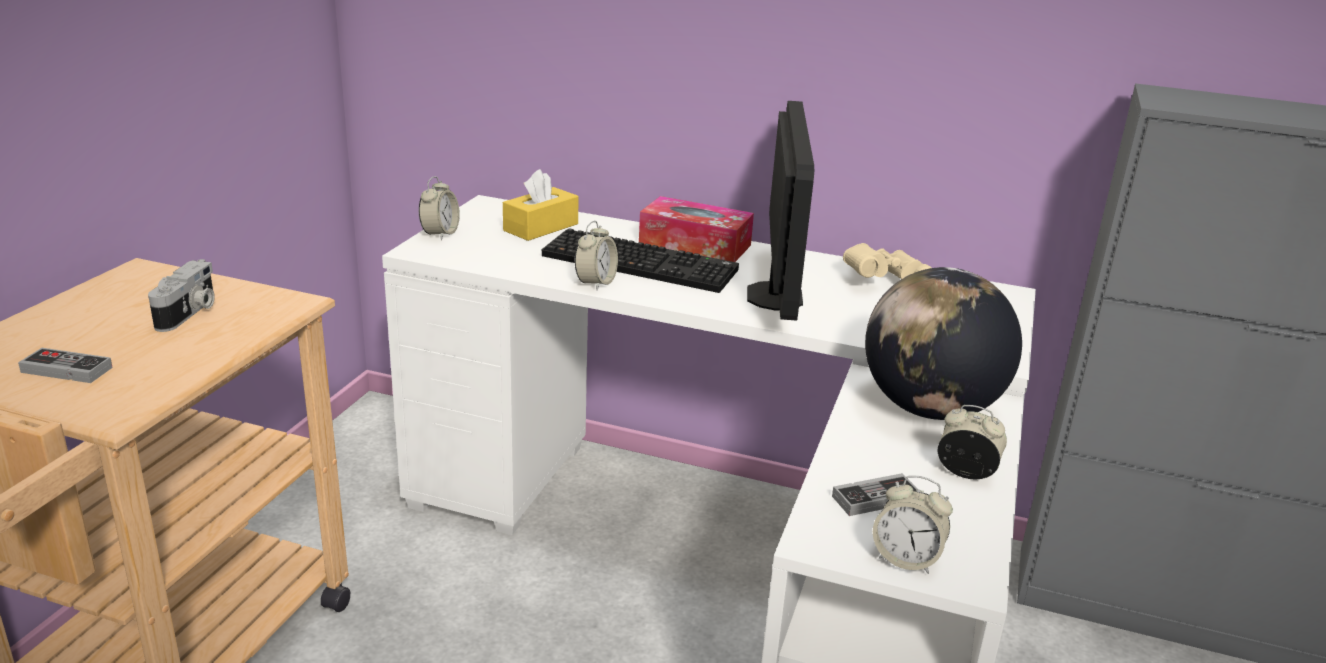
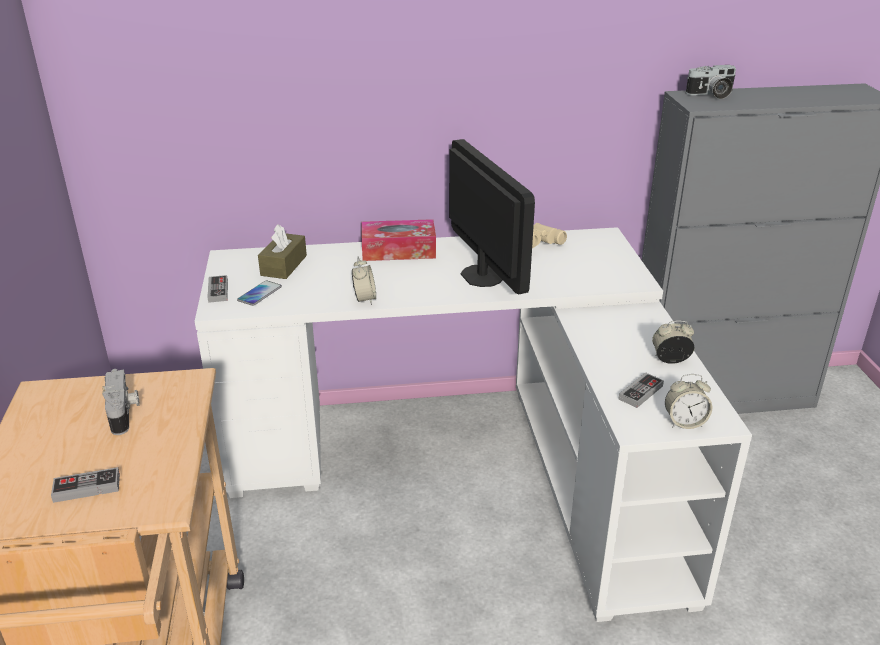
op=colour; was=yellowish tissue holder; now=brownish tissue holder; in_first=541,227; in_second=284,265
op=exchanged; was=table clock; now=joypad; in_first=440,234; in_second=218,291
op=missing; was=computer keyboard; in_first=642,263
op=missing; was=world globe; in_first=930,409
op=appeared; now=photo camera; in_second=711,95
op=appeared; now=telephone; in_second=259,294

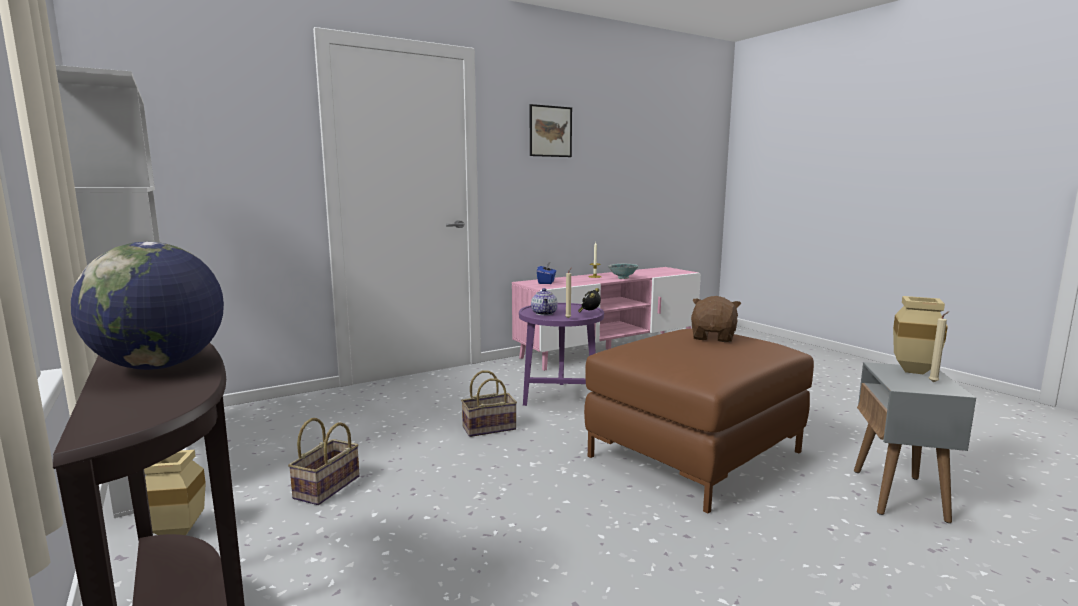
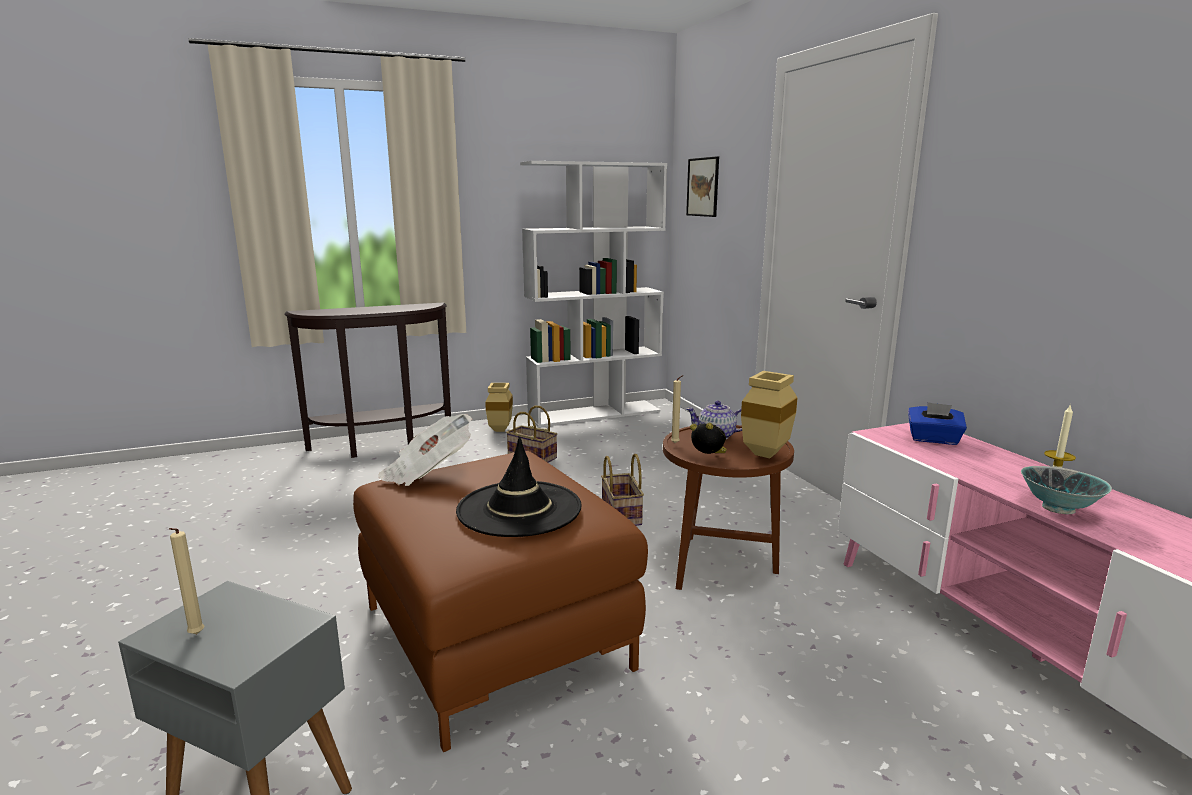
op=relocated; was=wall picture; in_first=550,131; in_second=703,187
op=missing; was=world globe; in_first=160,366
op=exchanged; was=brownish soft toy; now=black-coloured hat; in_first=714,337; in_second=519,509
op=relocated; was=beige-coloured flower vase; in_first=910,371; in_second=765,453
op=colour; was=purple-coloured accent table; now=brownish accent table; in_first=560,396; in_second=720,565
op=appeared; now=printed paper; in_second=427,473

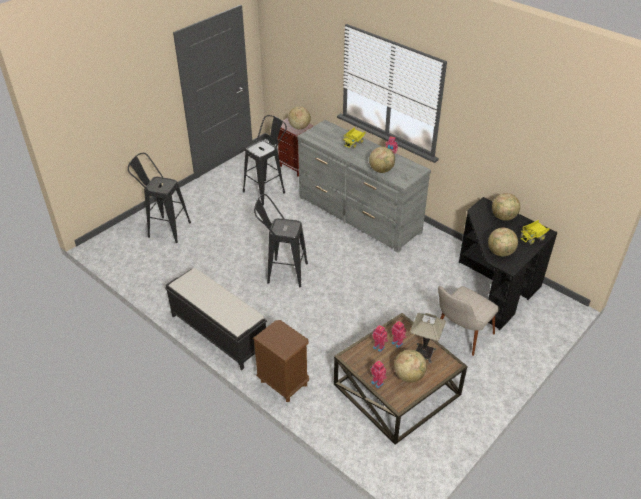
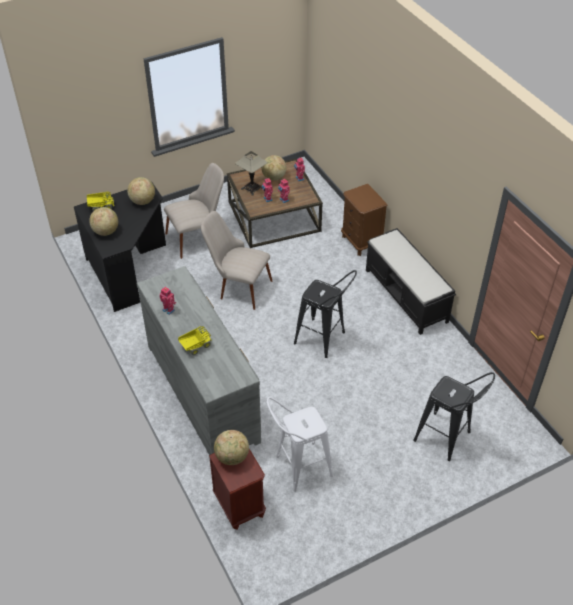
op=colour; was=black-coloured stool; now=white stool; in_first=267,190; in_second=298,468
op=missing; was=world globe; in_first=381,170
op=appeared; now=beige-coloured chair; in_second=238,287

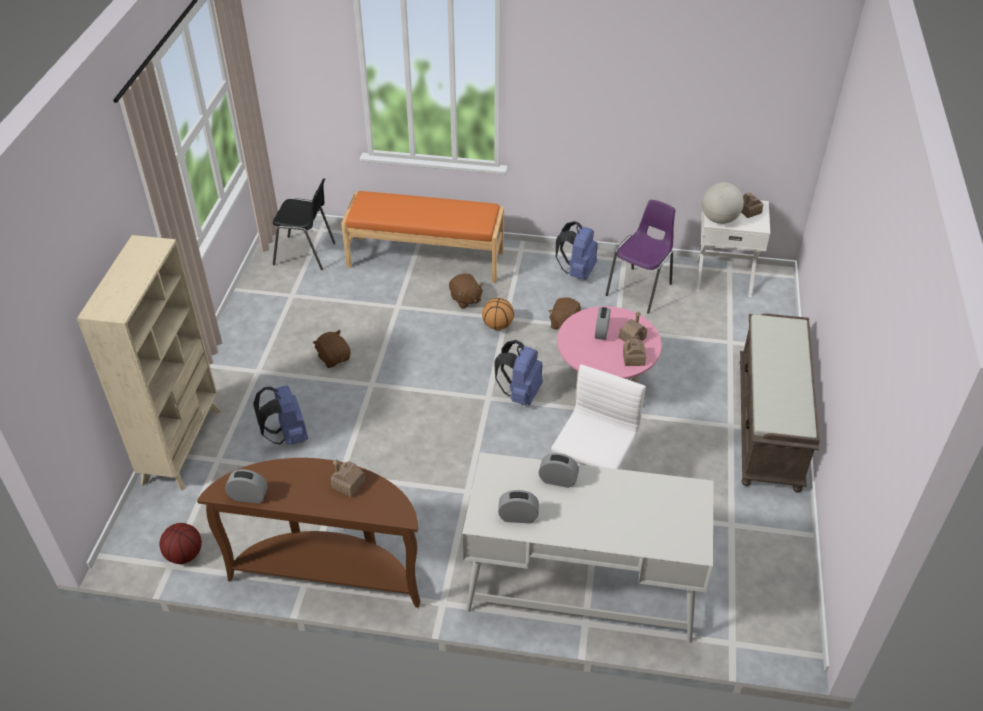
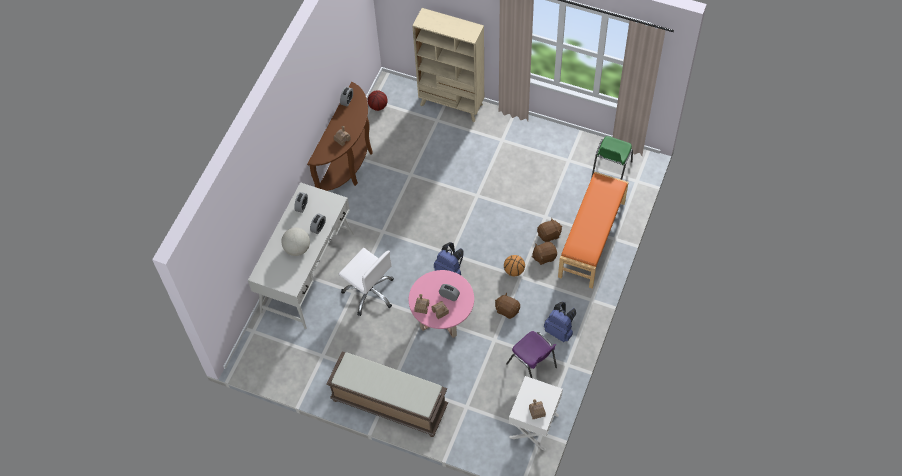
op=colour; was=black-coloured chair; now=green-coloured chair; in_first=306,254; in_second=610,170
op=relocated; was=world globe; in_first=719,219; in_second=297,248
op=relocated; was=brownish soft toy; in_first=334,358; in_second=549,235
op=missing; was=blue knapsack; in_first=287,435

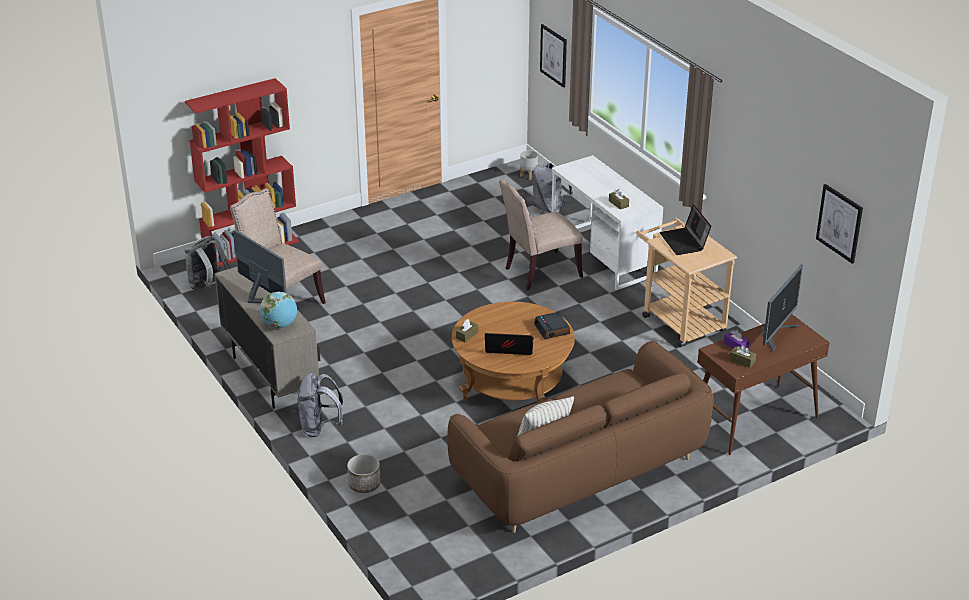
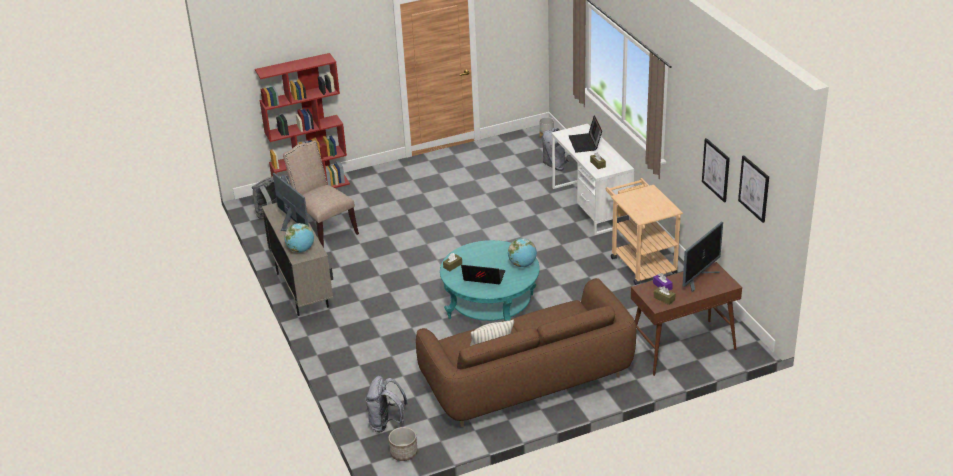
op=relocated; was=wall picture; in_first=554,55; in_second=716,170
op=missing; was=beige-coloured chair; in_first=539,272
op=relocated; was=laptop; in_first=684,242; in_second=585,143
op=colour; was=brownish coffee table; now=blue-green coffee table; in_first=512,383; in_second=491,306
op=exchanged; was=table clock; now=world globe; in_first=552,329; in_second=522,264
op=relocated; was=gray knapsack; in_first=320,428; in_second=386,423
op=relocated; was=flower pot; in_first=364,484; in_second=404,453

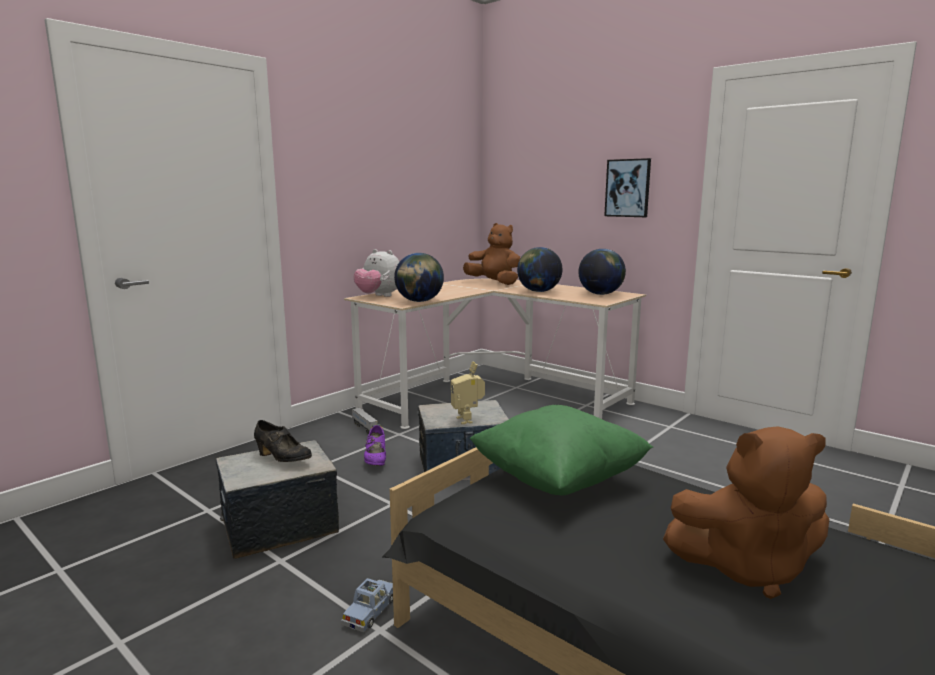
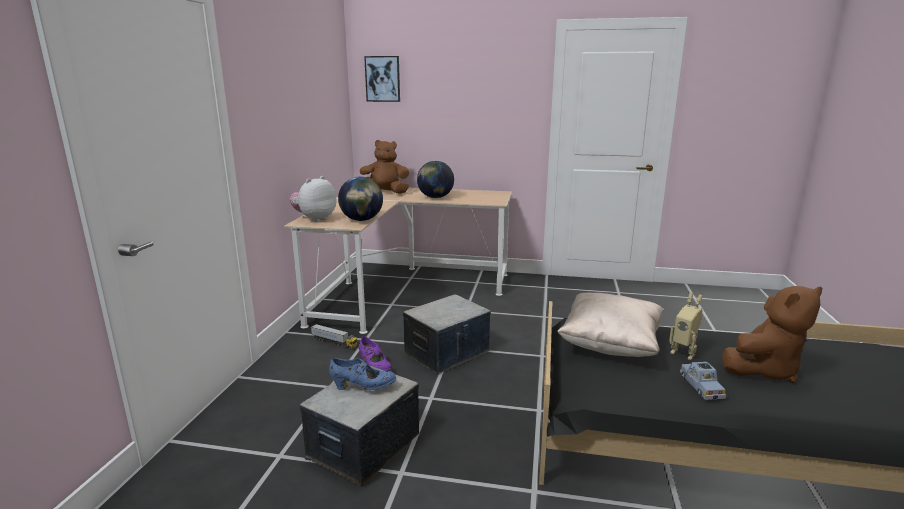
op=relocated; was=wall picture; in_first=628,188; in_second=383,79
op=spun; was=soft toy; in_first=379,296; in_second=314,219; clockwise=120
op=missing; was=world globe; in_first=600,294
op=relocated; was=model robot; in_first=468,420; in_second=684,352
op=colour; was=green-coloured throw pillow; now=beige-coloured throw pillow; in_first=558,479; in_second=610,345
op=colour; was=black-coloured item of footwear; now=blue item of footwear; in_first=282,459; in_second=363,387
op=relocated; was=blue model car; in_first=370,611; in_second=700,386

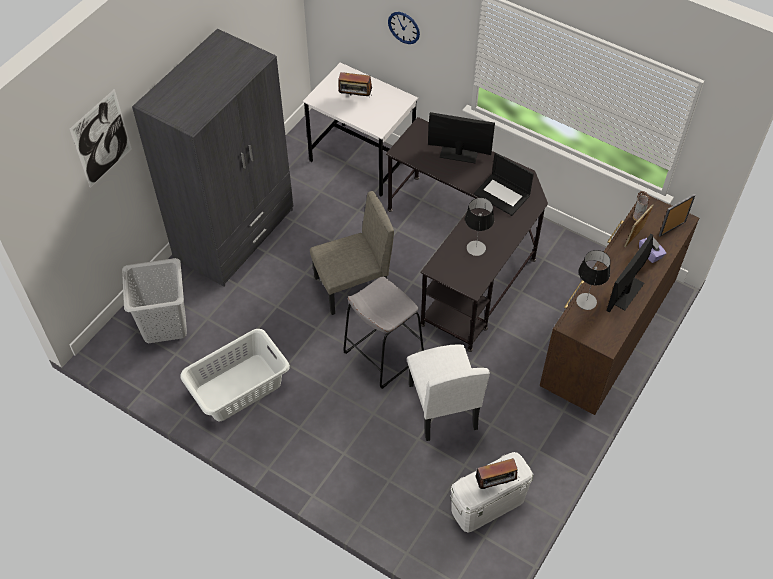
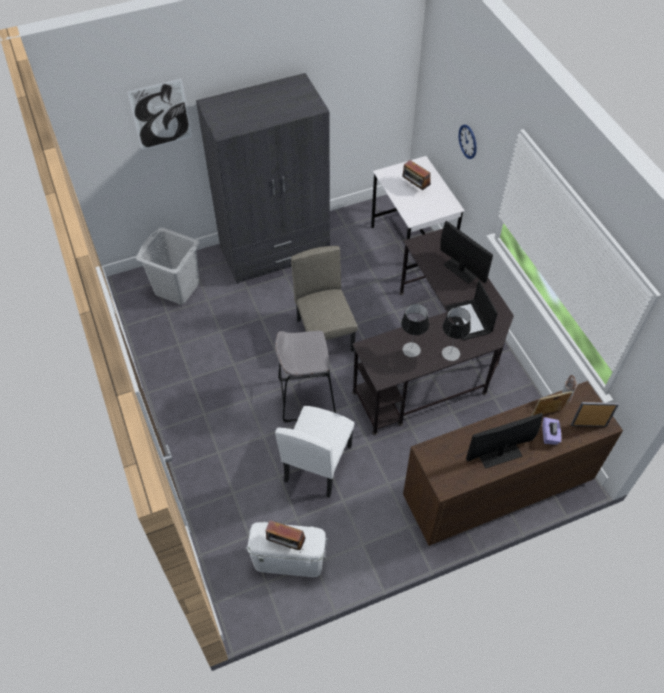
op=spun; was=beige-coloured chair; in_first=352,287; in_second=325,335; clockwise=-120
op=relocated; was=table lamp; in_first=586,301; in_second=451,353
op=missing; was=white hamper; in_first=239,388

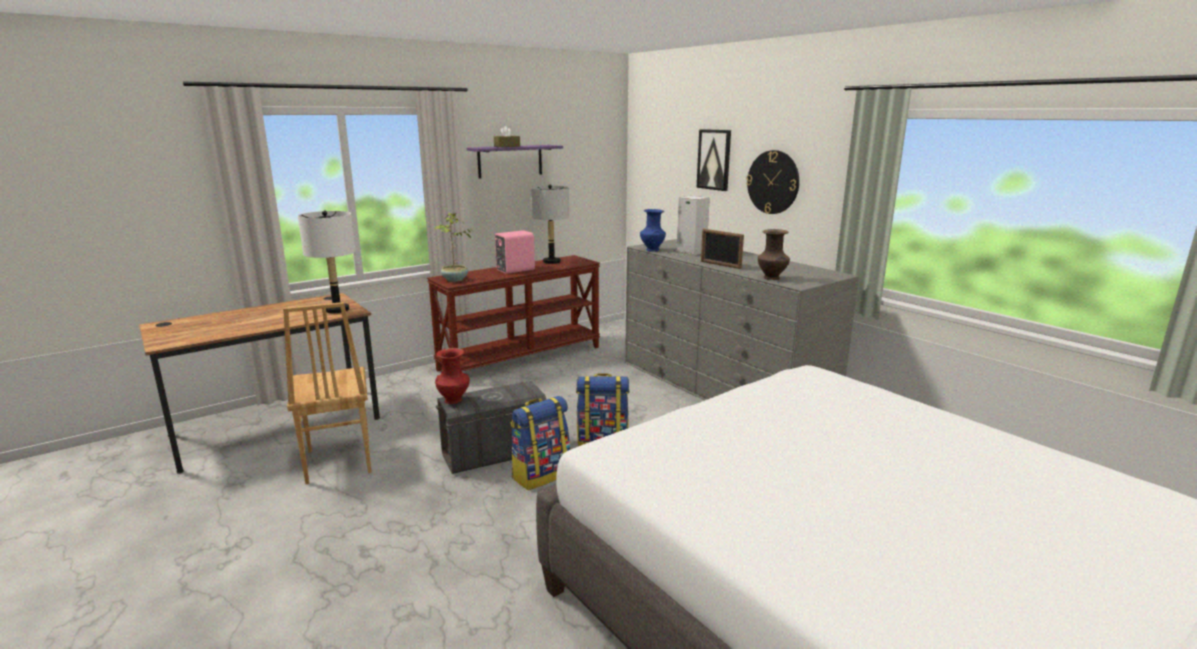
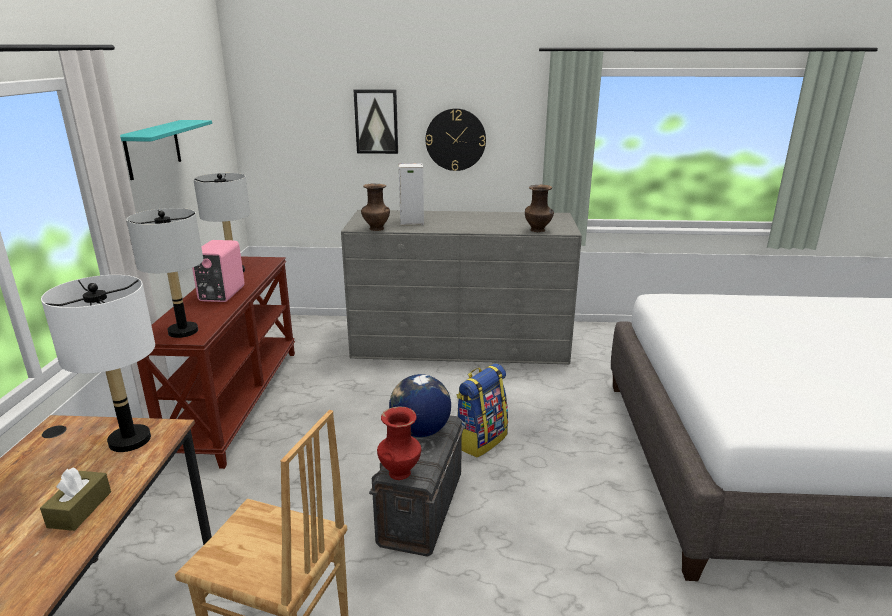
op=relocated; was=brownish tissue holder; in_first=507,146; in_second=80,509
op=colour; was=purple-coloured shelf; now=blue-green shelf; in_first=510,161; in_second=153,149
op=colour; was=blue flower vase; now=brownish flower vase; in_first=652,250; in_second=375,229
op=exchanged; was=houseplant; now=gray table lamp; in_first=454,280; in_second=183,331
op=missing; was=photo frame; in_first=720,265
op=missing; was=knapsack; in_first=541,474
op=appeared; now=world globe; in_second=420,431

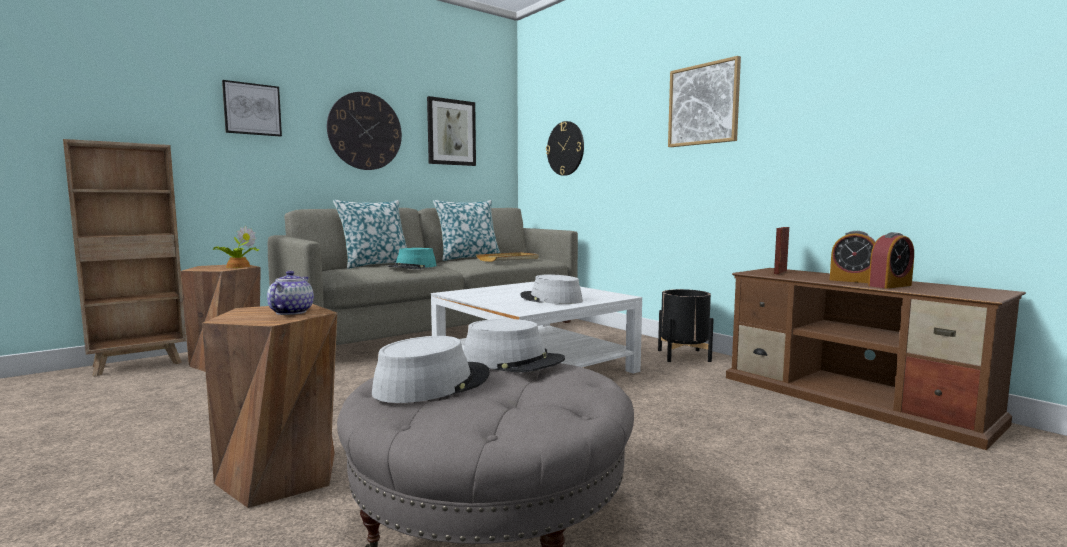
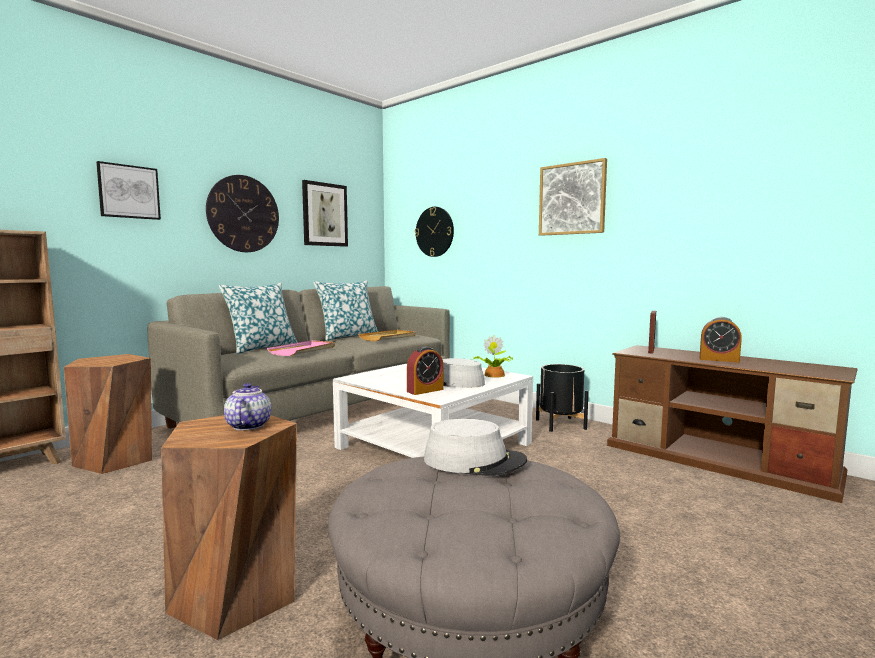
op=relocated; was=houseplant; in_first=236,267; in_second=493,375
op=relocated; was=table clock; in_first=890,285; in_second=425,390
op=exchanged; was=blue-green hat; now=pinkish serving tray; in_first=413,267; in_second=303,350
op=missing; was=gray hat; in_first=432,384

